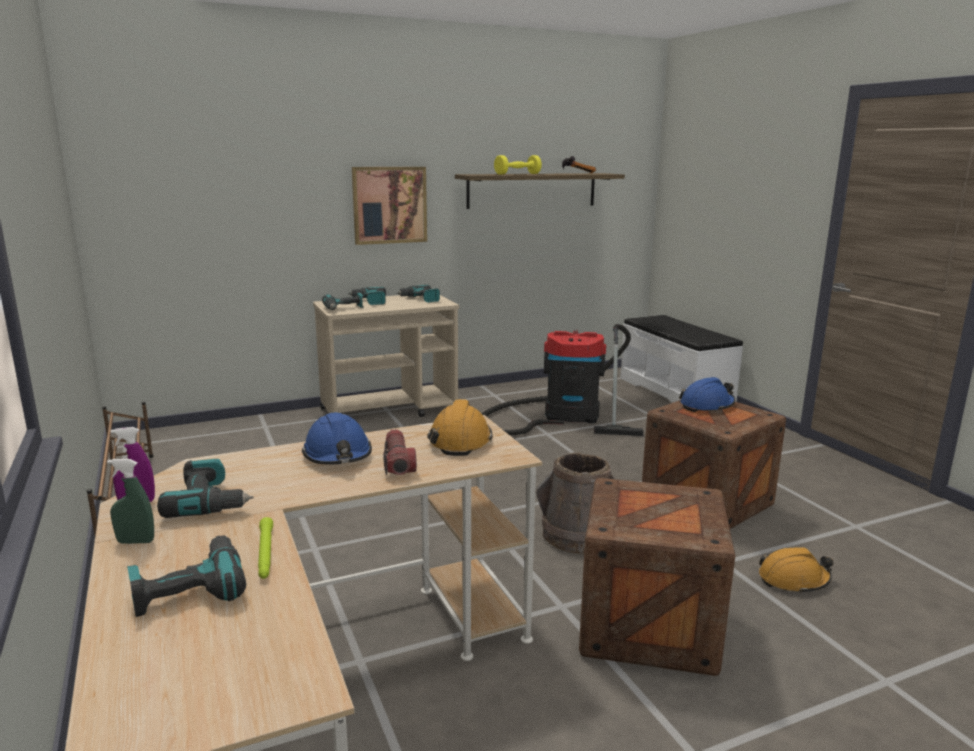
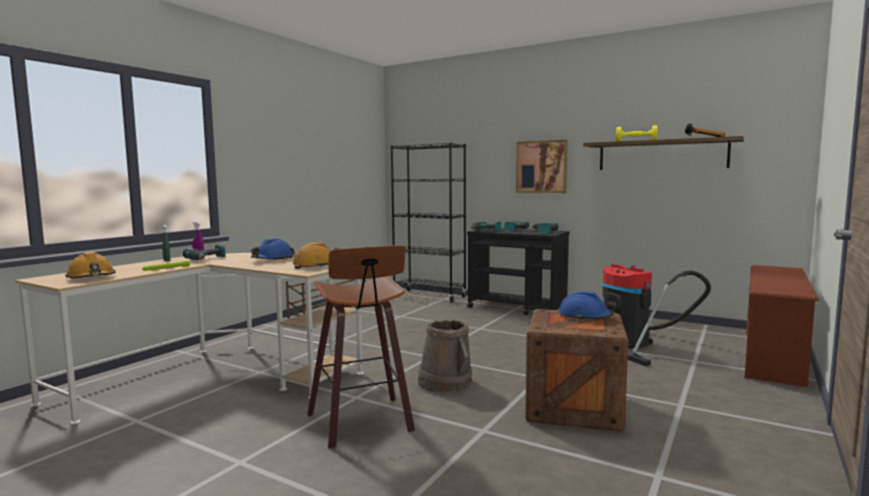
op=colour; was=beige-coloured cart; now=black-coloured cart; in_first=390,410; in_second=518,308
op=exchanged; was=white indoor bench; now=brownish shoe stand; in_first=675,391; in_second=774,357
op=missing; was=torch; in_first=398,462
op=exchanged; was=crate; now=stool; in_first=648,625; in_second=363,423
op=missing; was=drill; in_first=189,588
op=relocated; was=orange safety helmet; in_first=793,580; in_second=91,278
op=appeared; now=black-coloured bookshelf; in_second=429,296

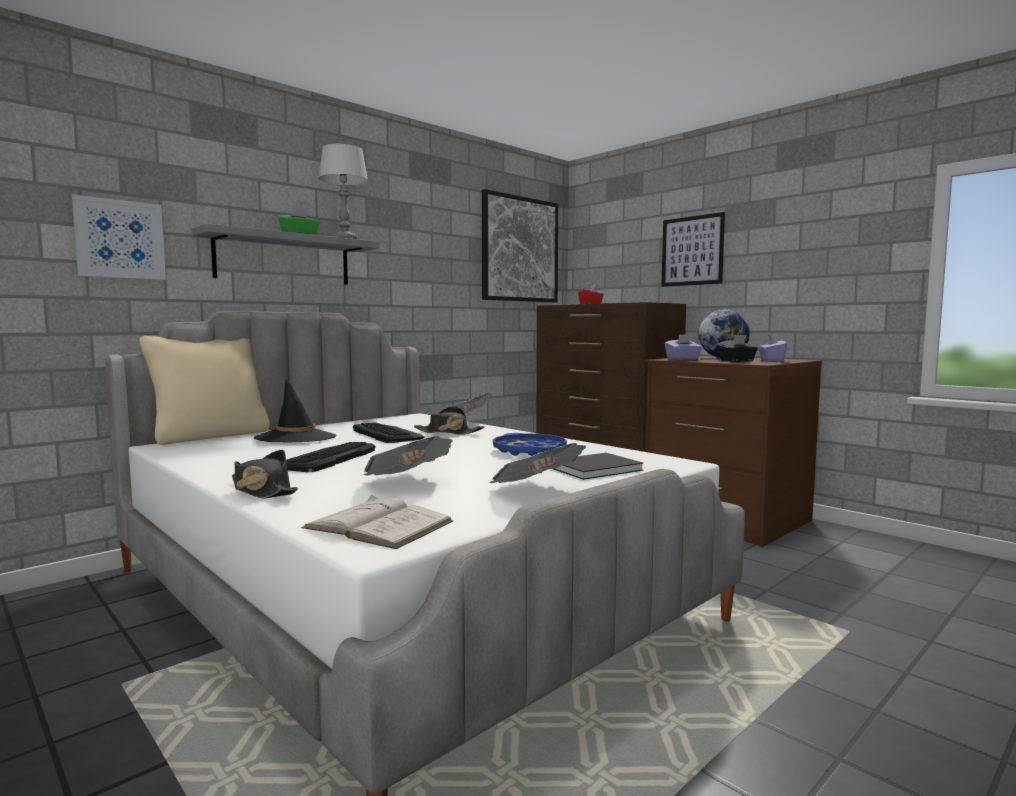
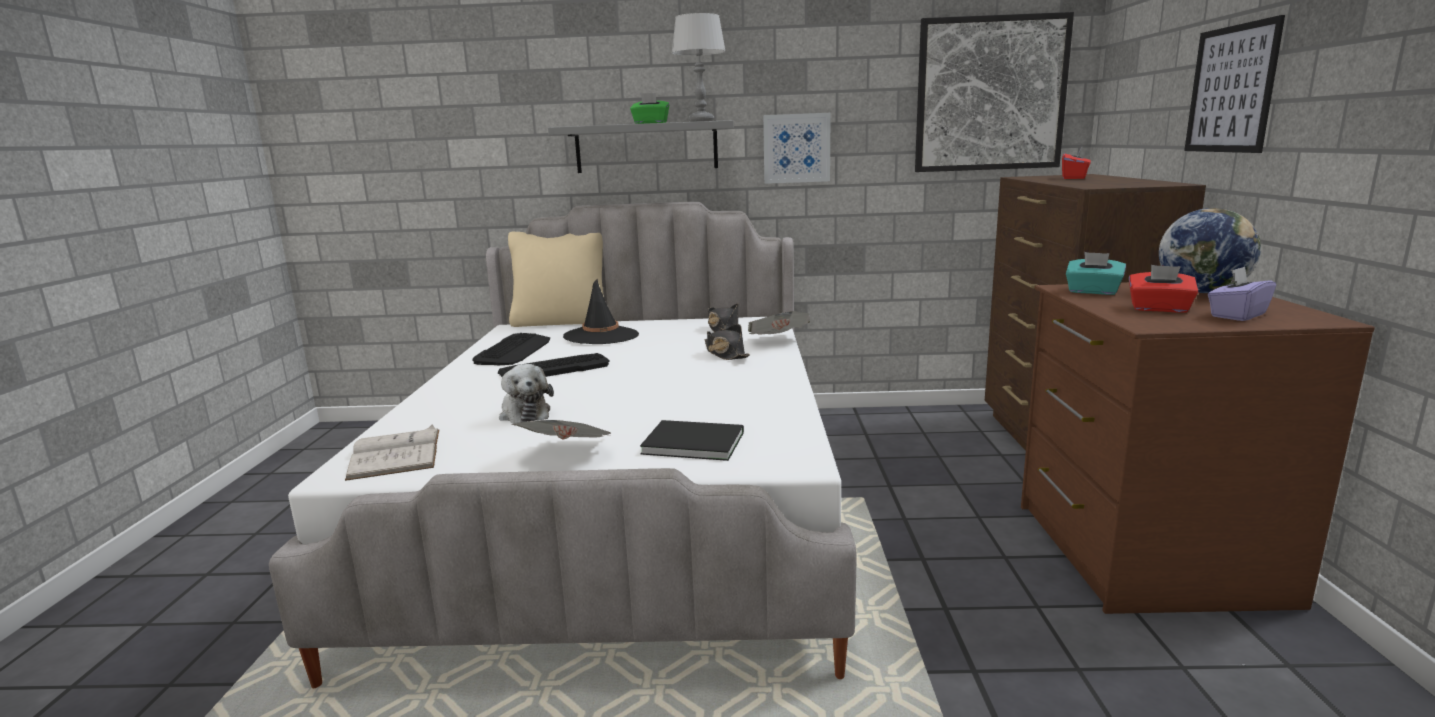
op=relocated; was=wall picture; in_first=120,239; in_second=796,148
op=colour; was=purple-coloured tissue holder; now=blue-green tissue holder; in_first=683,359; in_second=1093,291
op=colour; was=black-coloured tissue holder; now=red-coloured tissue holder; in_first=737,361; in_second=1159,309
op=relocated; was=computer keyboard; in_first=387,434; in_second=514,351
op=missing; was=blue serving tray; in_first=529,451
op=exchanged; was=printed paper; now=soft toy; in_first=408,482; in_second=524,413
op=relocated; was=black-coloured hat; in_first=262,491; in_second=724,328

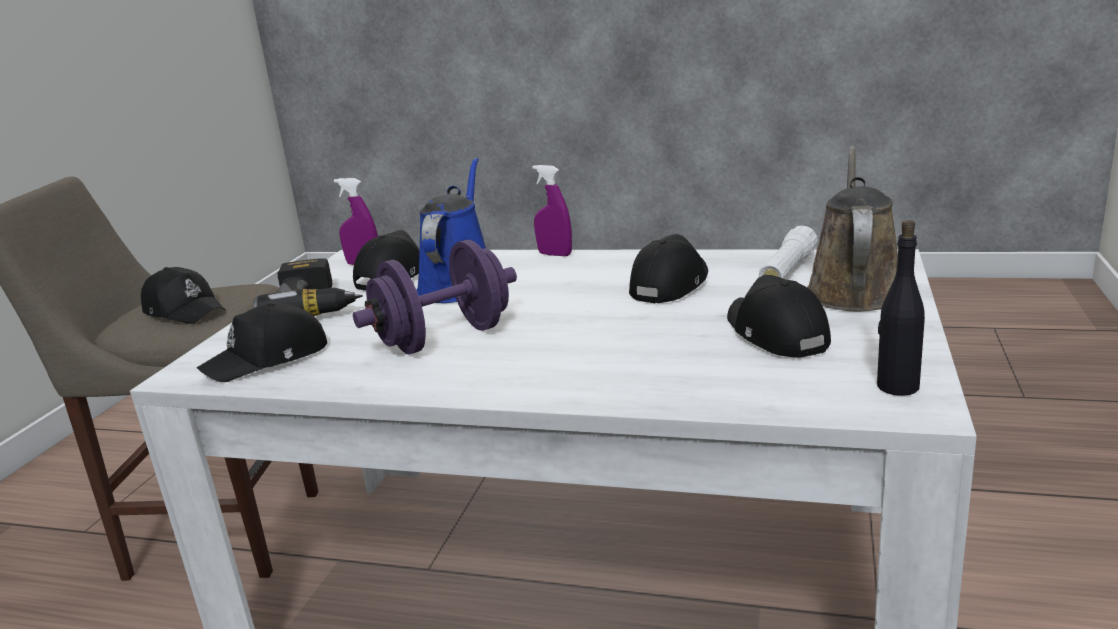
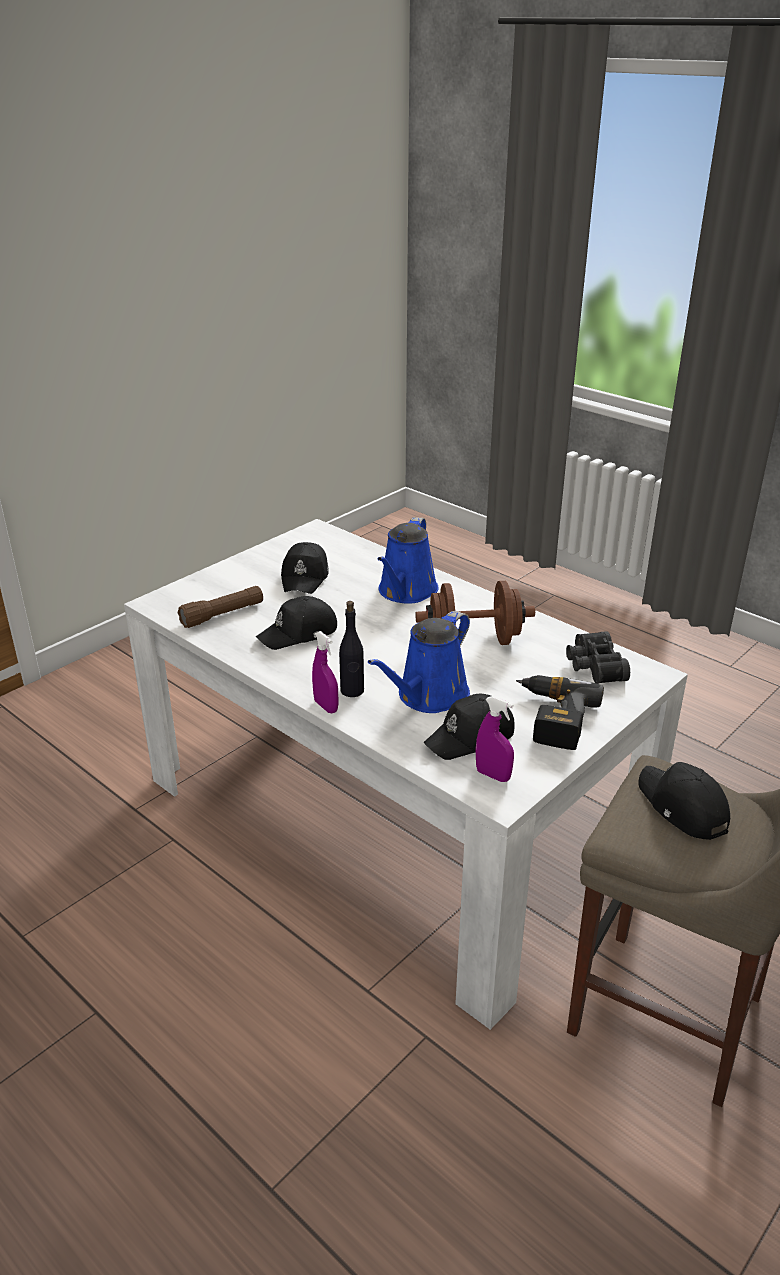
op=missing; was=brownish watering can; in_first=852,290
op=relocated; was=black-coloured drink bottle; in_first=897,386; in_second=352,691
op=colour; was=white torch; now=brownish torch; in_first=787,272; in_second=222,615
op=colour; was=purple-coloured dumbbell; now=brownish dumbbell; in_first=444,338; in_second=473,641
op=exchanged; was=black-coloured baseball cap; now=black-coloured field glasses; in_first=269,359; in_second=593,667
op=appeared; now=blue watering can; in_second=406,592

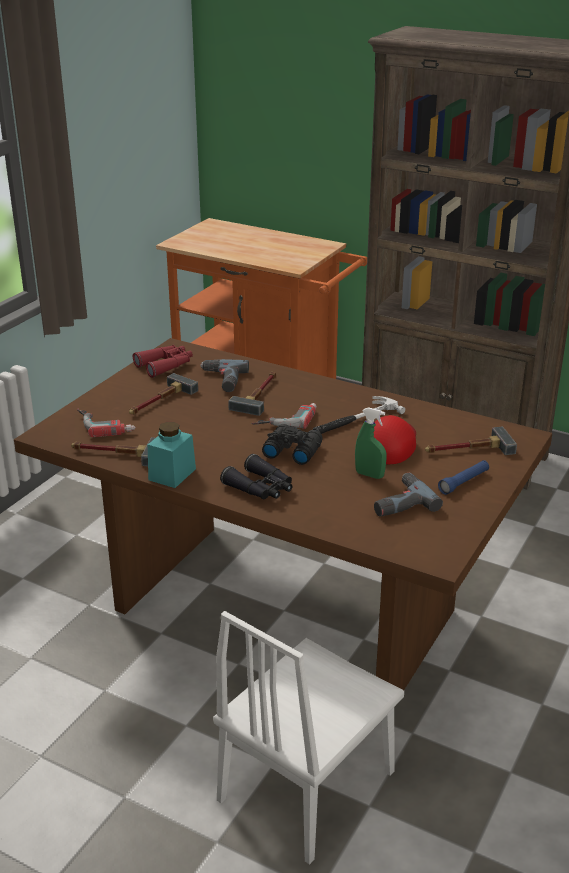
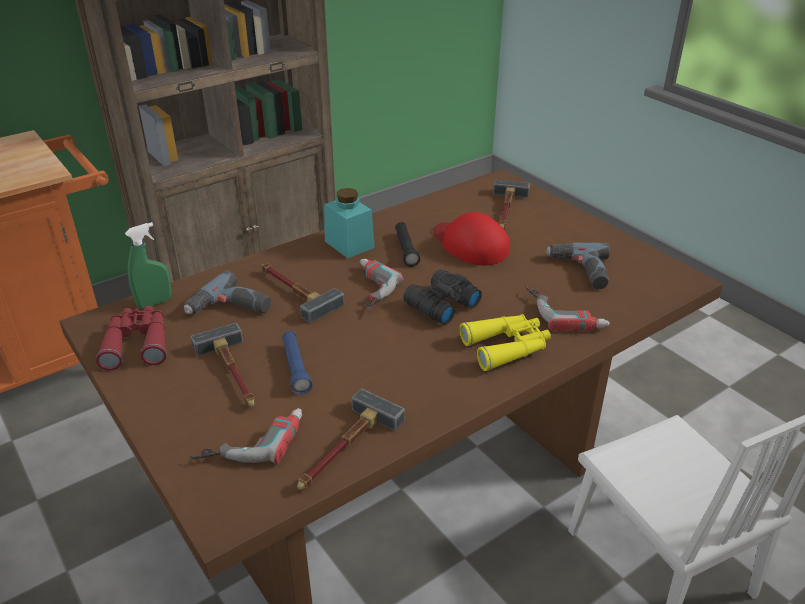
op=exchanged; was=tool hammer; now=black-coloured torch; in_first=355,420; in_second=406,249
op=relocated; was=green-coloured spray bottle; in_first=369,475; in_second=154,303
op=relocated; was=blue-green storage jar; in_first=172,474; in_second=349,244
op=colour; was=black-coloured field glasses; now=yellowish field glasses; in_first=261,488; in_second=507,347
op=relocated; was=blue torch; in_first=464,482; in_second=296,368
op=appeared; now=drill; in_second=565,312

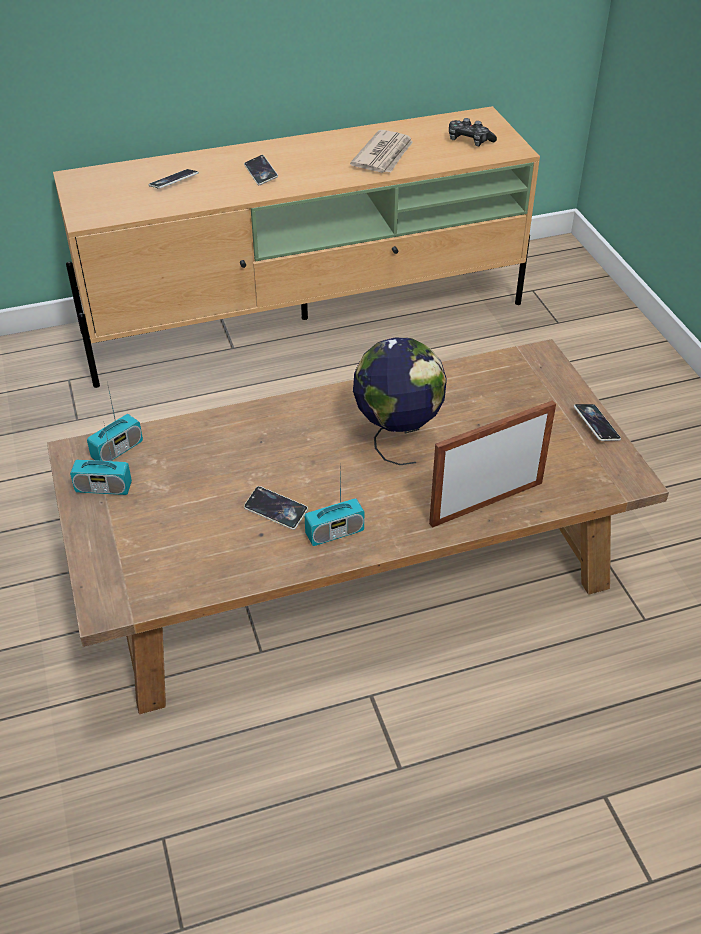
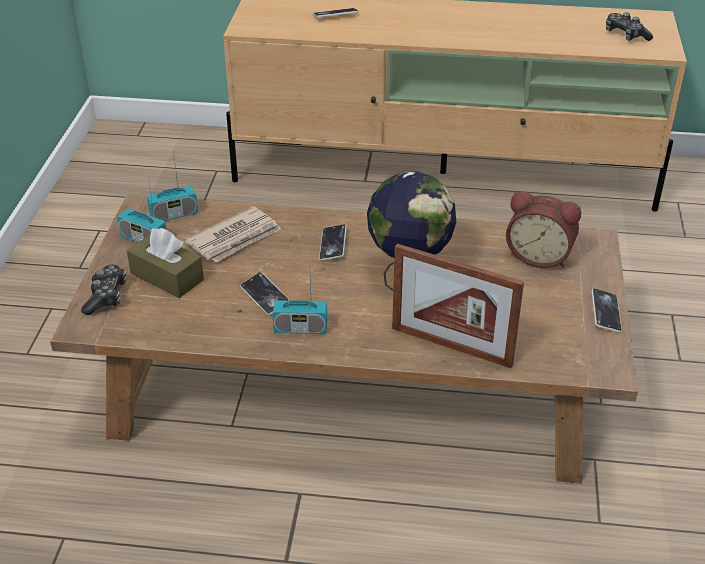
op=relocated; was=printed paper; in_first=384,155; in_second=235,238
op=relocated; was=telephone; in_first=261,173; in_second=332,245
op=spun; was=photo frame; in_first=486,503; in_second=451,346; clockwise=-150
op=appeared; now=table clock; in_second=539,256
op=appeared; now=brownish tissue holder; in_second=167,276
op=appeared; now=joypad; in_second=106,296

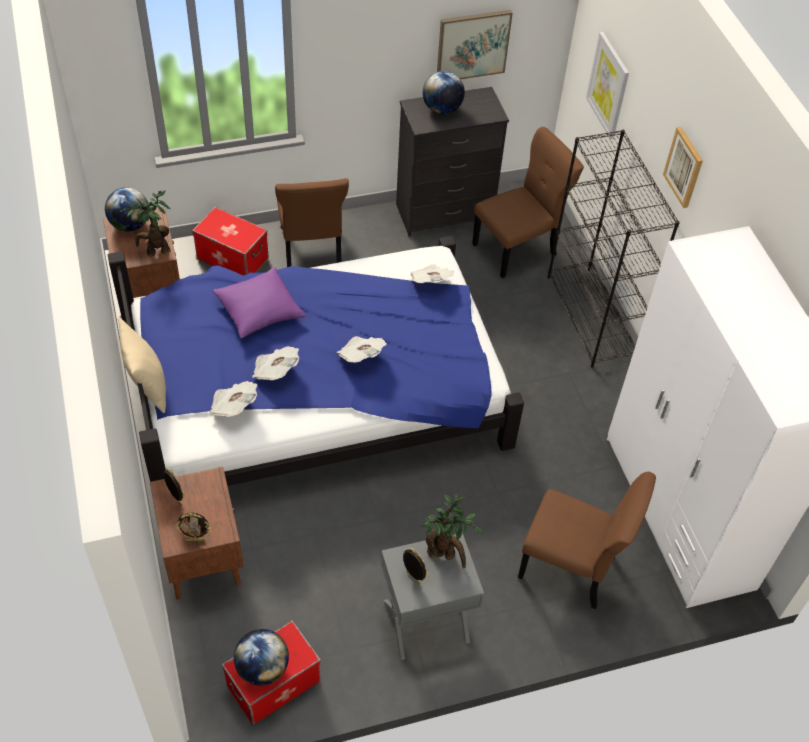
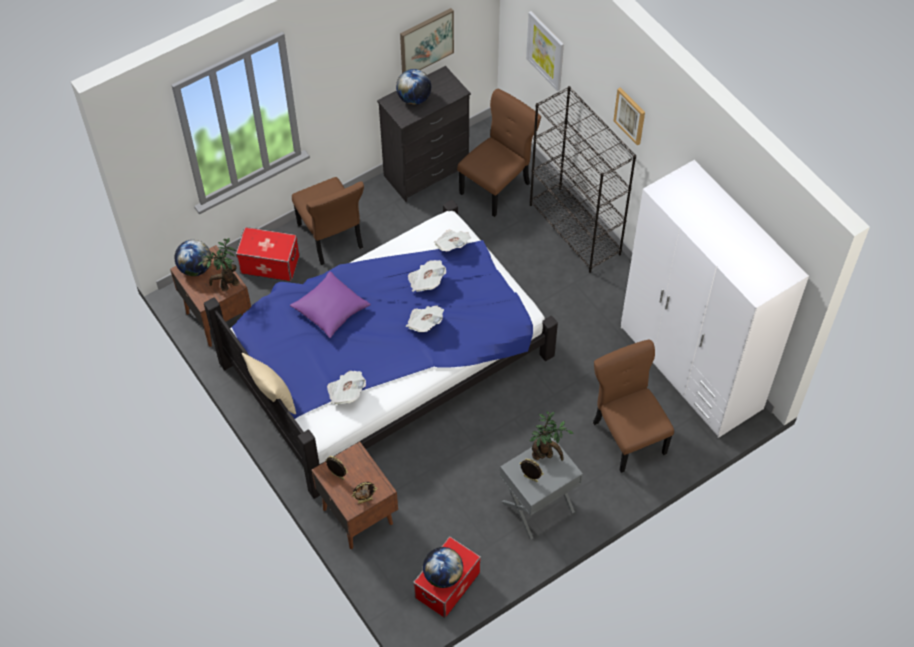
op=relocated; was=printed paper; in_first=275,371; in_second=426,281
op=spun; was=brownish chair; in_first=571,569; in_second=627,435; clockwise=-120

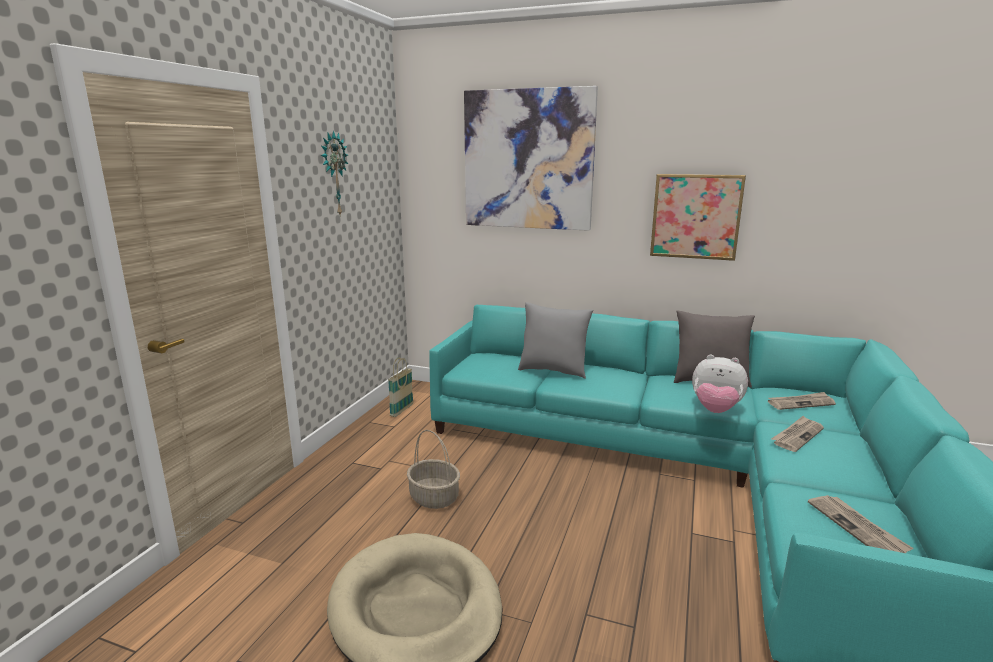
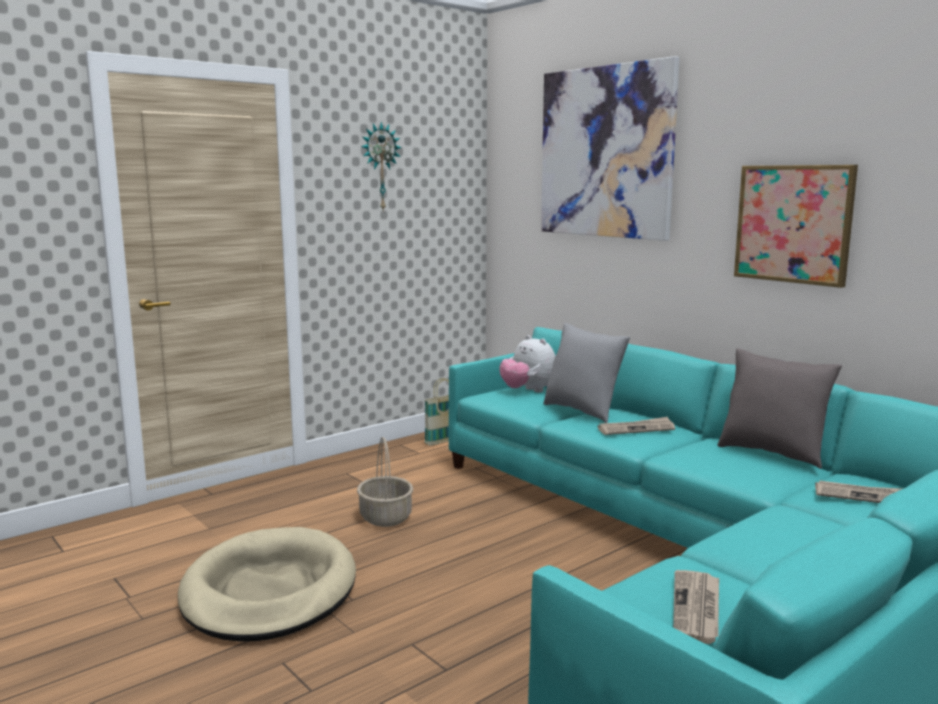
op=relocated; was=soft toy; in_first=715,410; in_second=528,391
op=relocated; was=printed paper; in_first=797,435; in_second=636,429

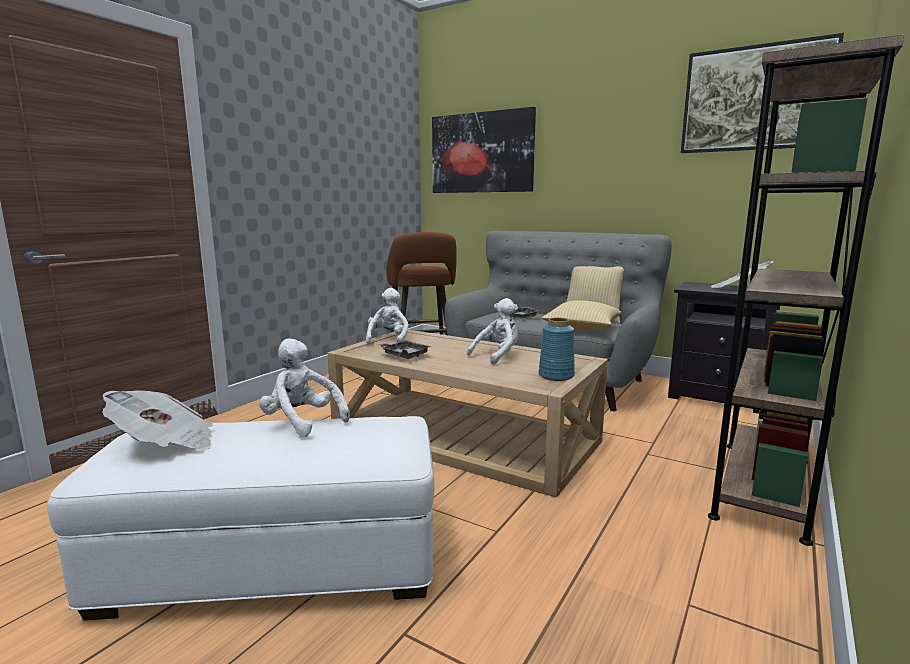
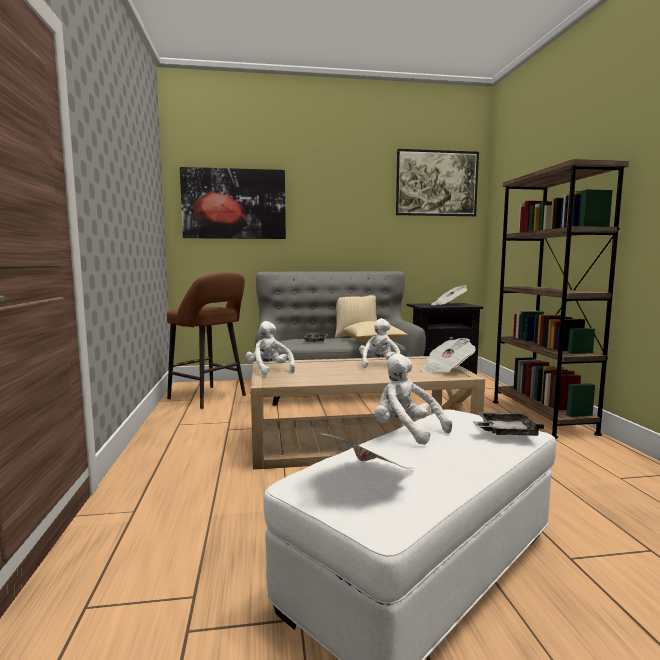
op=exchanged; was=blue flower vase; now=printed paper; in_first=555,376; in_second=446,369
op=spun; was=white soft toy; in_first=302,422; in_second=406,431; clockwise=45
op=relocated; was=gray serving tray; in_first=404,355; in_second=505,432

